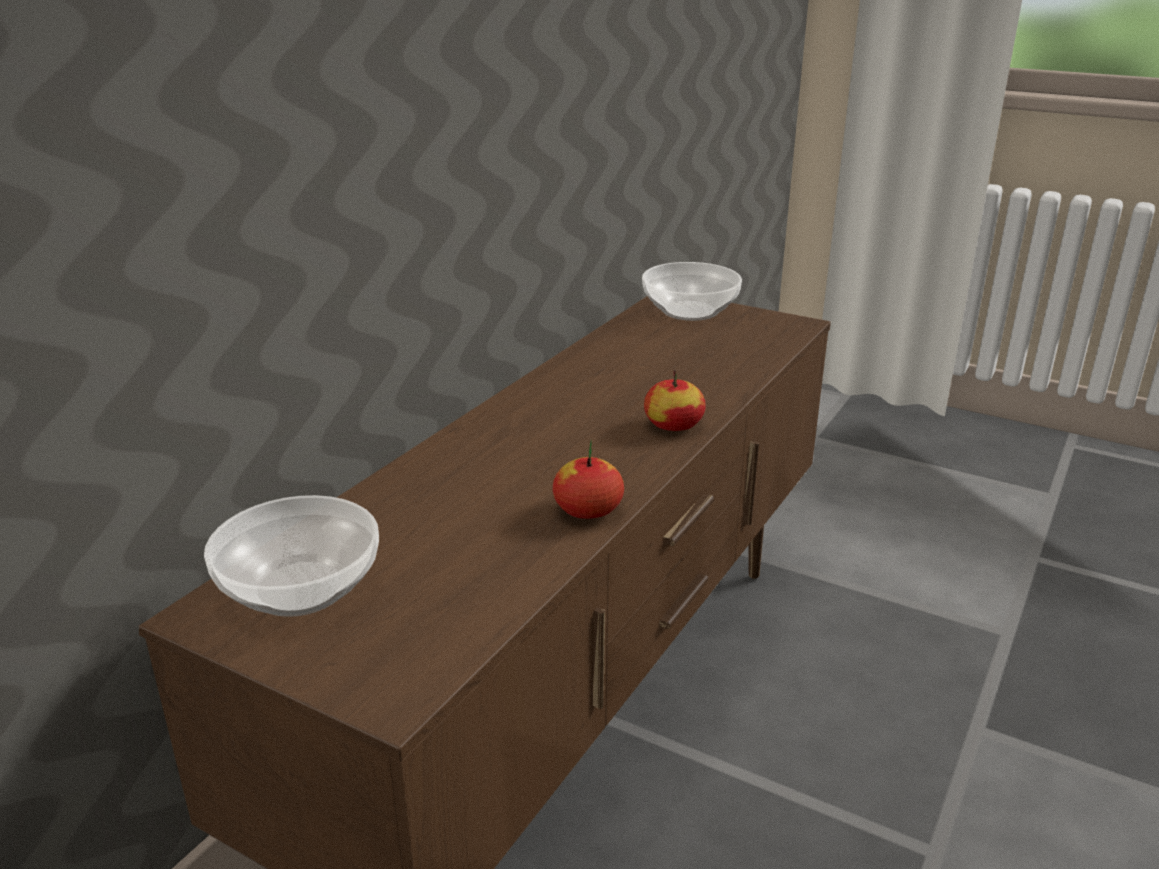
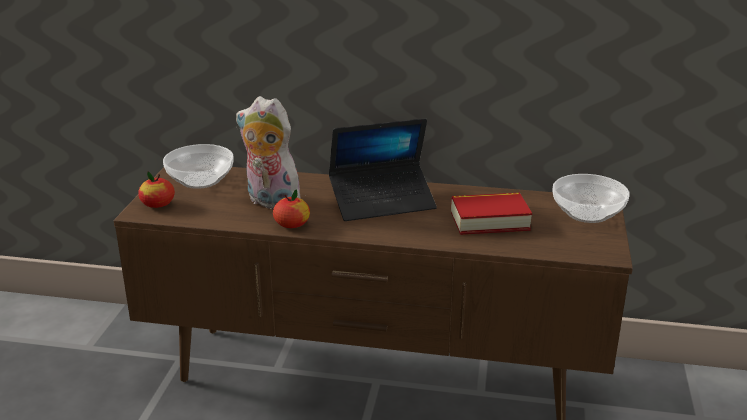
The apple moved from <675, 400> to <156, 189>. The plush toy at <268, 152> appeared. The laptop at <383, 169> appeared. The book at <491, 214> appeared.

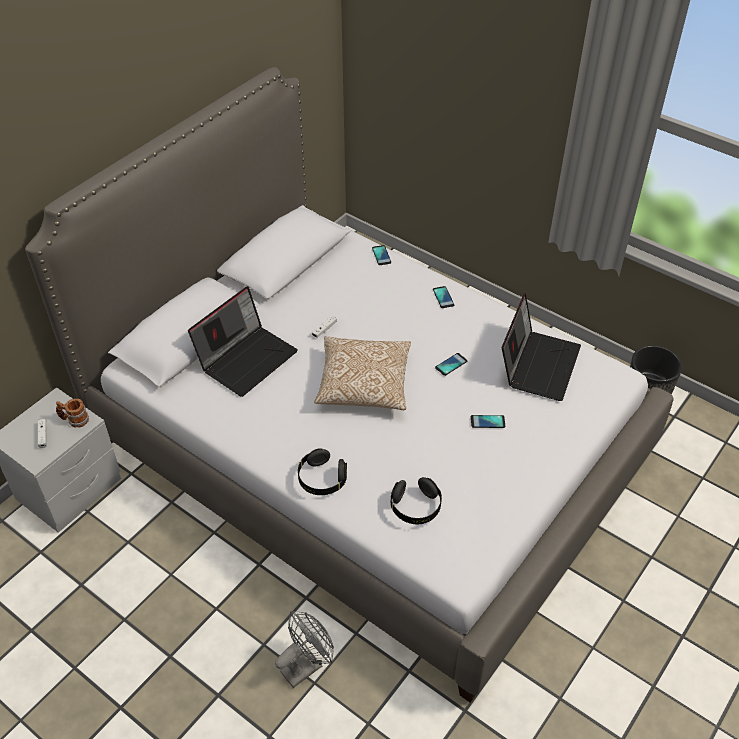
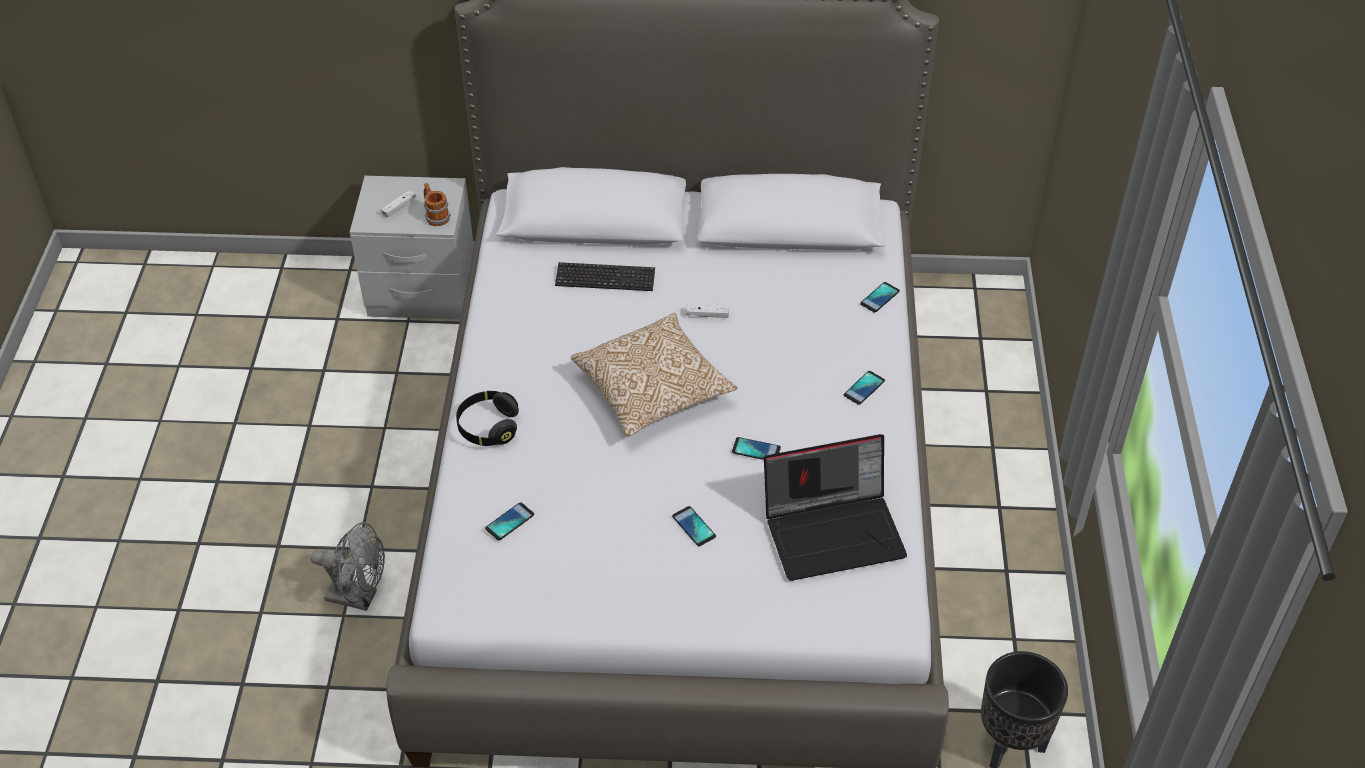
The laptop at <243, 341> was replaced by the keyboard at <605, 276>. The headphones in black at <416, 500> was replaced by the phone at <509, 521>.

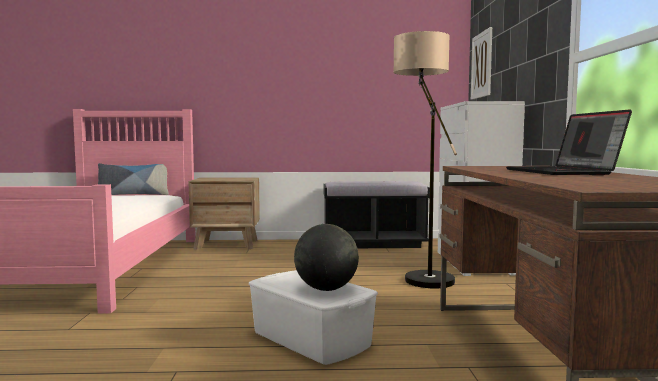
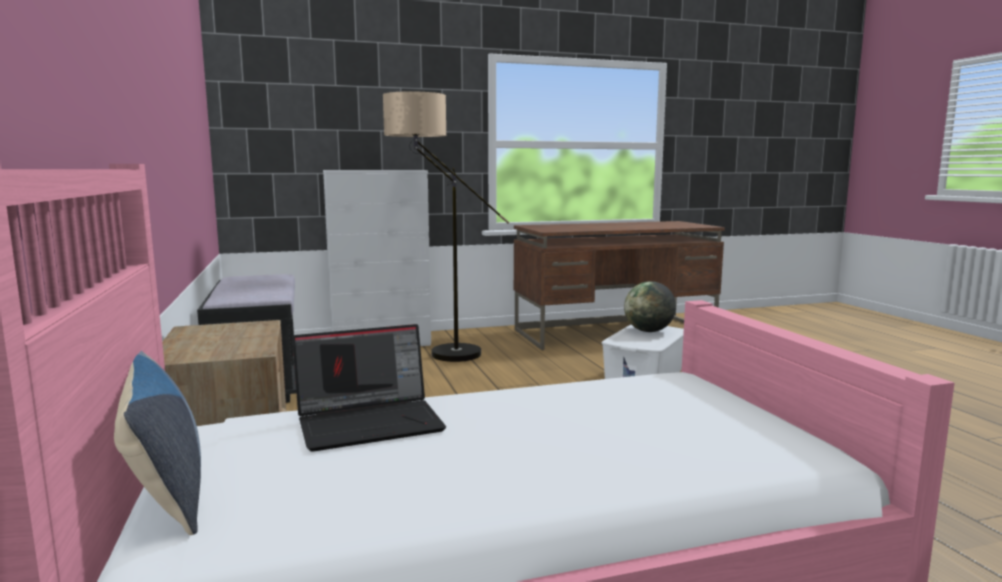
The picture at <481, 63> disappeared. The laptop moved from <569, 142> to <369, 388>.

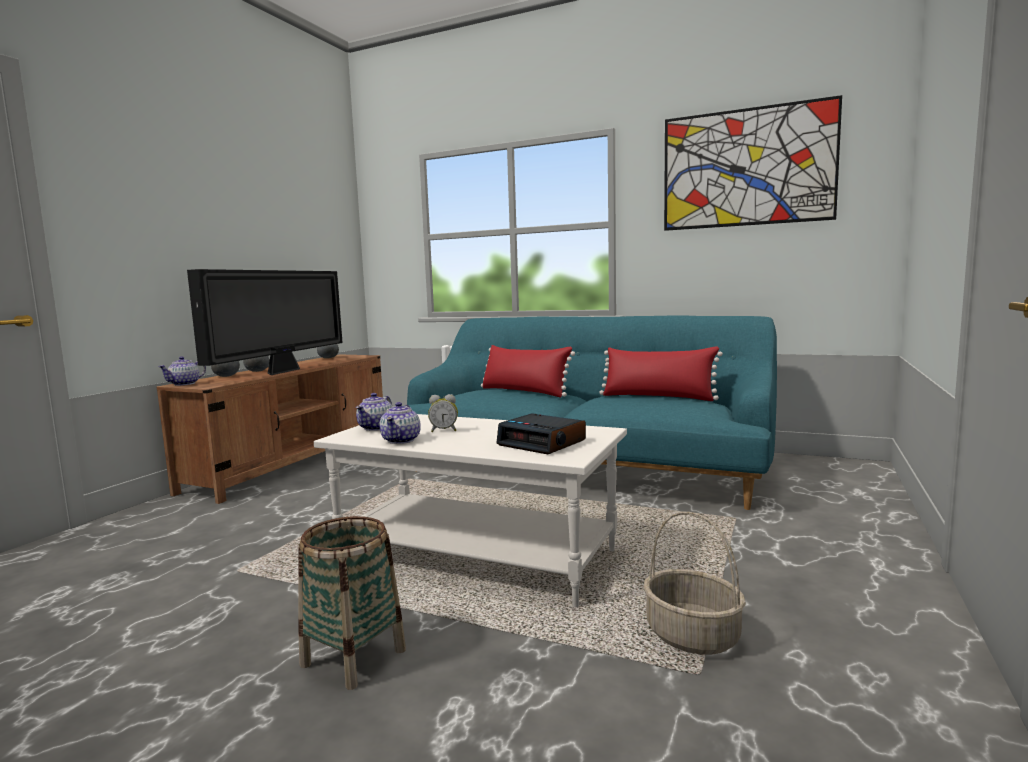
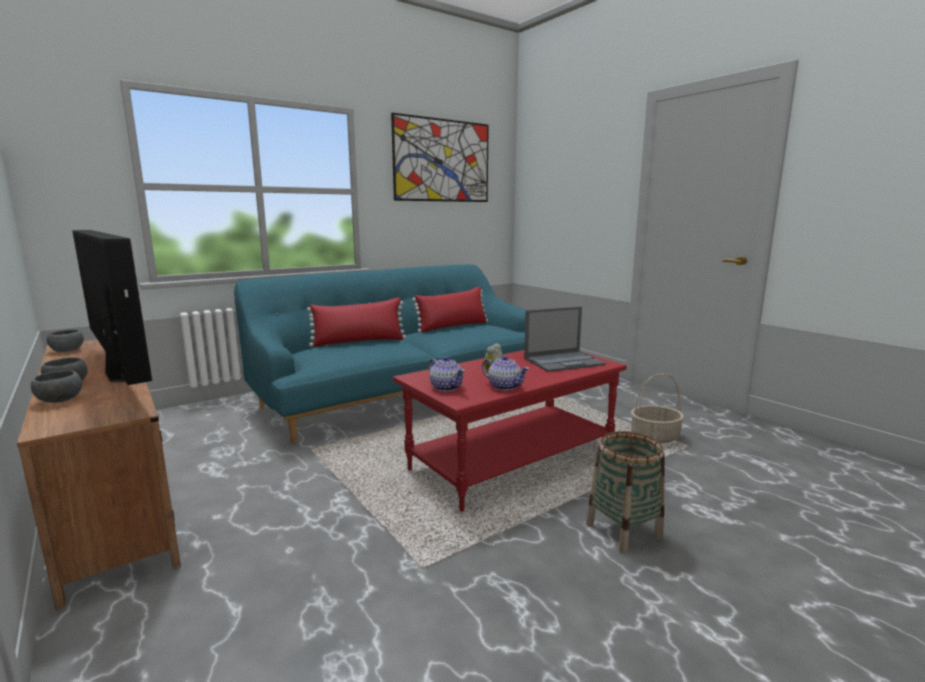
The teapot at <182, 371> disappeared. The alarm clock at <541, 433> was replaced by the laptop at <565, 339>. The coffee table in white at <470, 510> became the coffee table in red at <510, 431>.

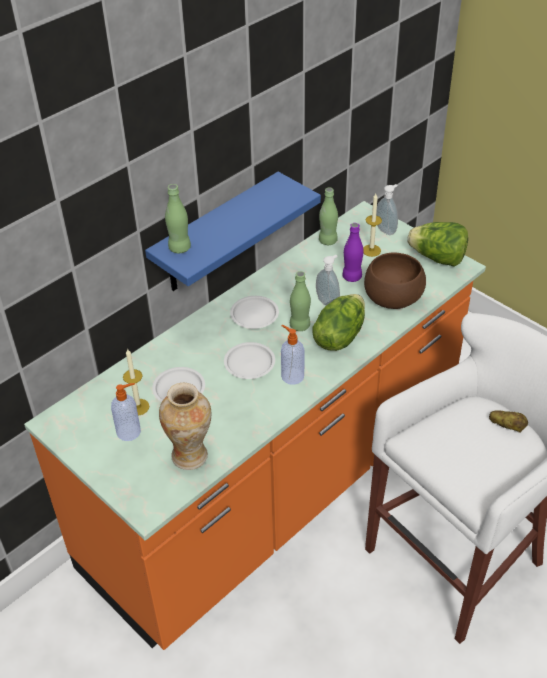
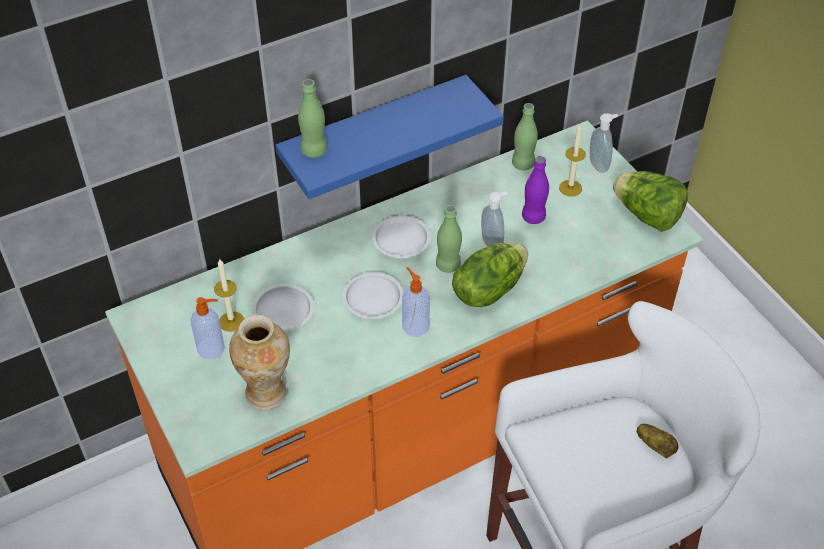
The bowl in brown at <395, 281> disappeared.

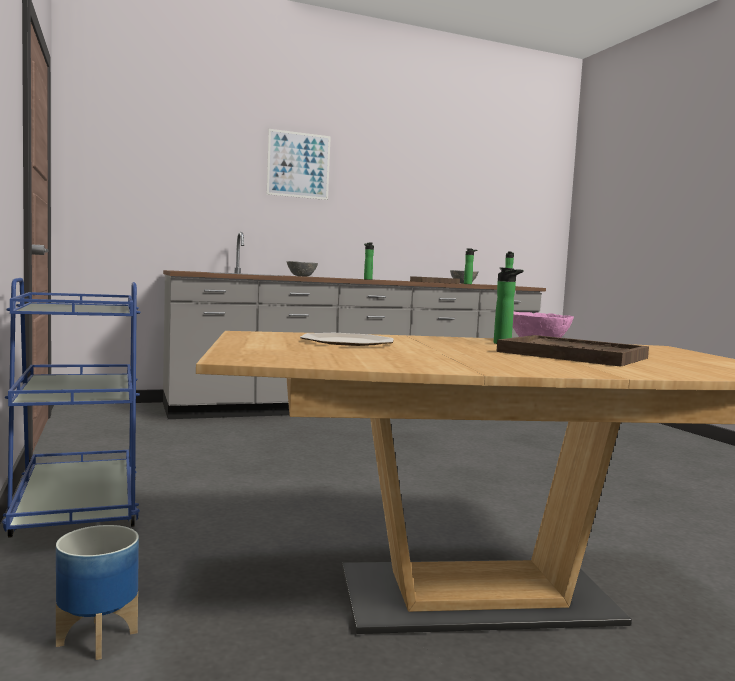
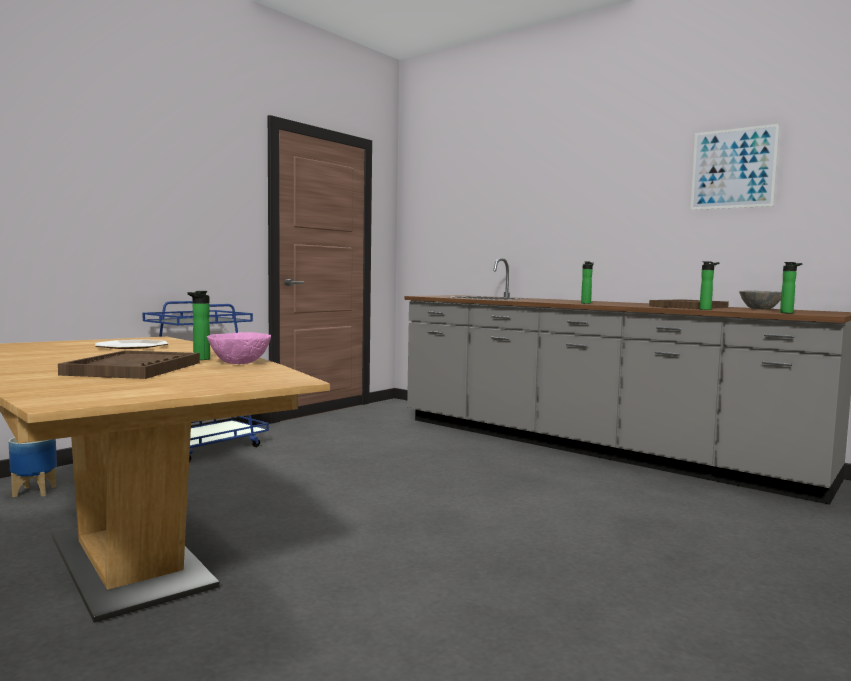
The picture moved from <299, 164> to <734, 167>. The bowl in grey at <302, 268> disappeared.

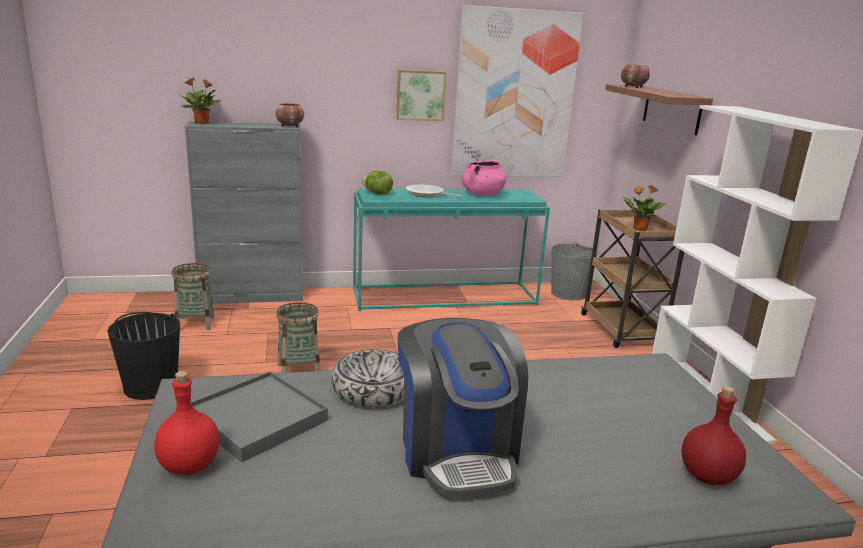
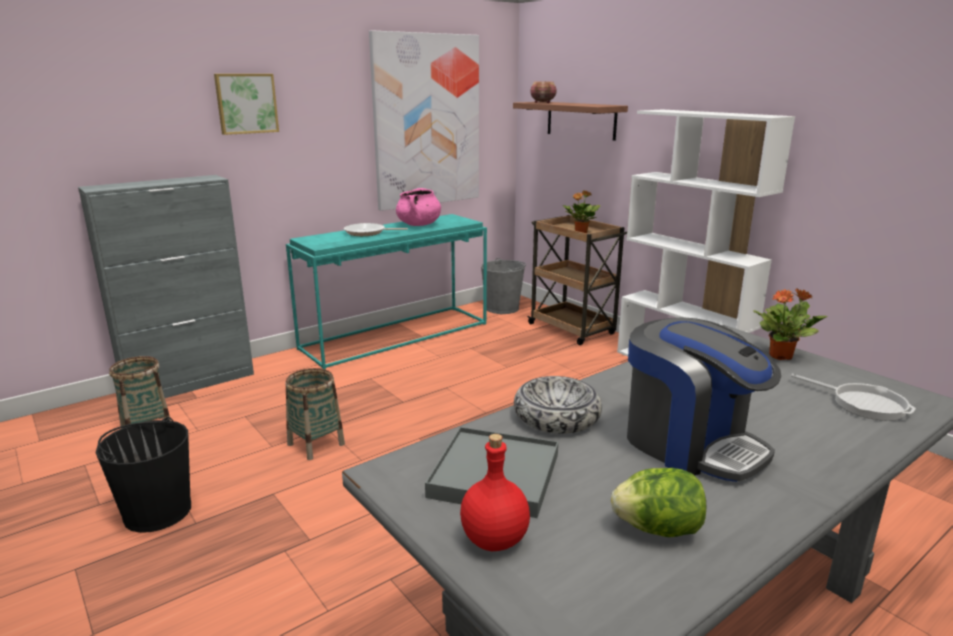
The picture moved from <421, 95> to <246, 104>. The potted plant moved from <200, 101> to <790, 324>. The bowl at <290, 115> disappeared. The lettuce moved from <377, 183> to <659, 502>. The bottle in red at <714, 435> was replaced by the frying pan at <853, 397>.

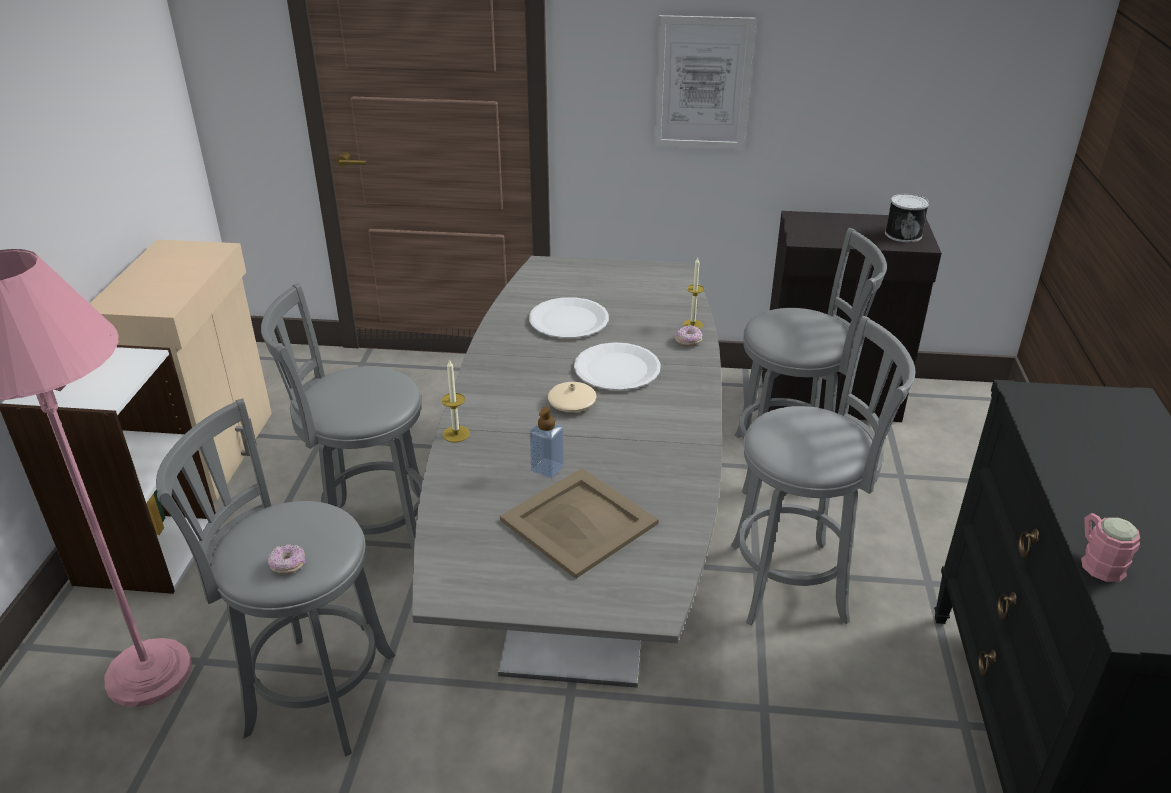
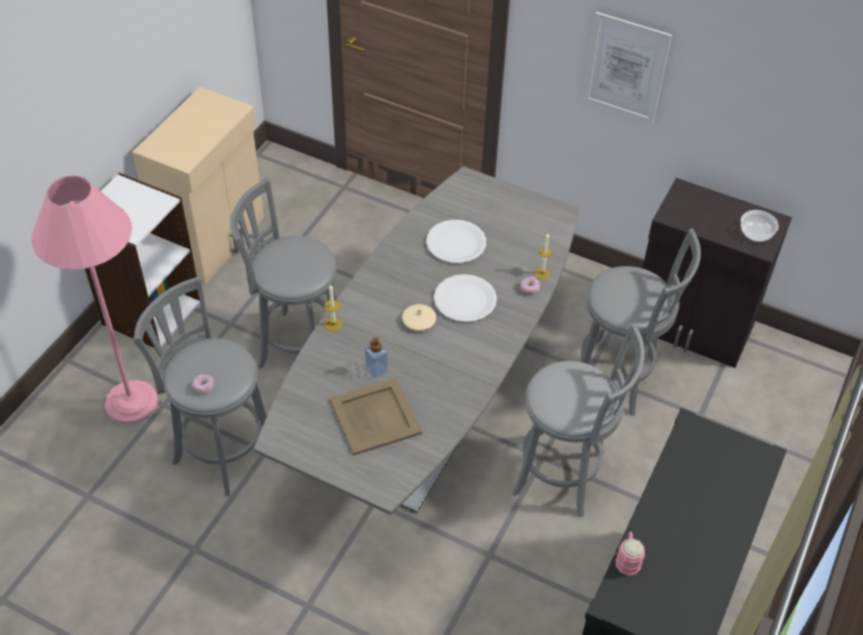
The can at <907, 217> was replaced by the bowl at <760, 226>.

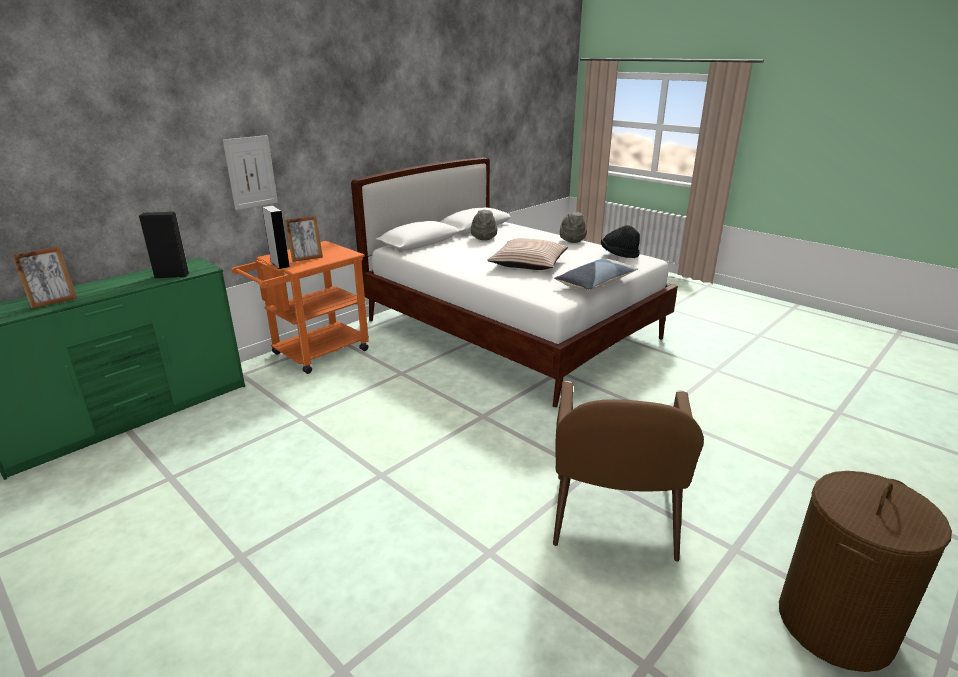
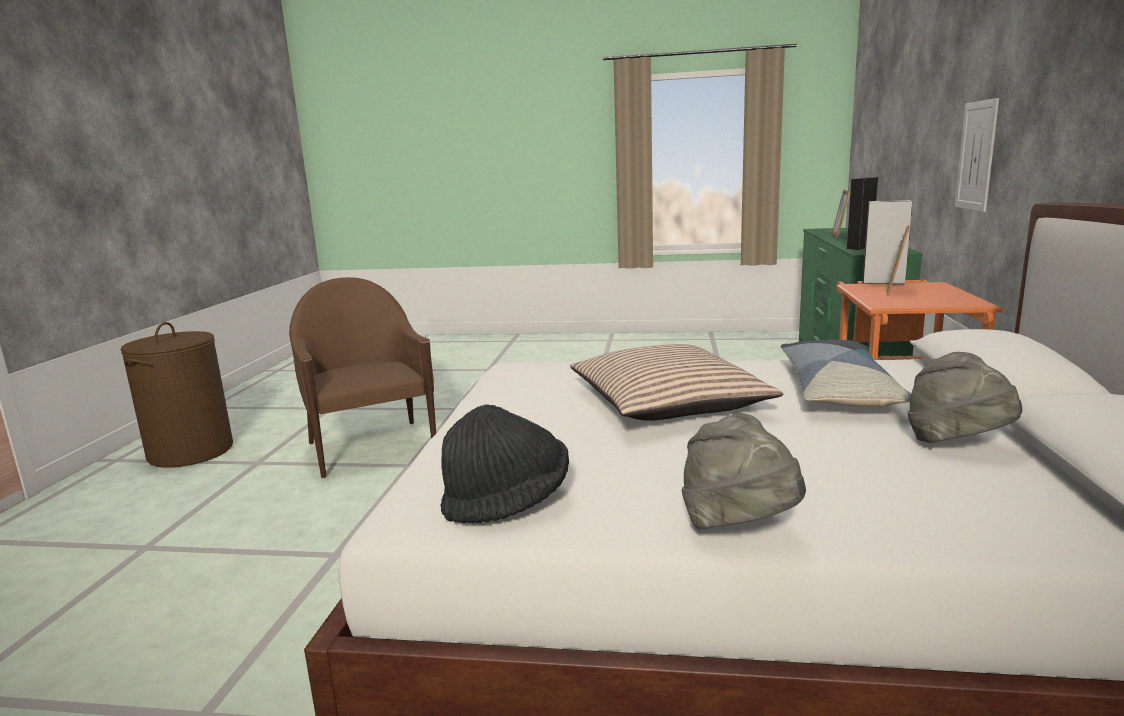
The pillow moved from <596, 274> to <846, 374>.

